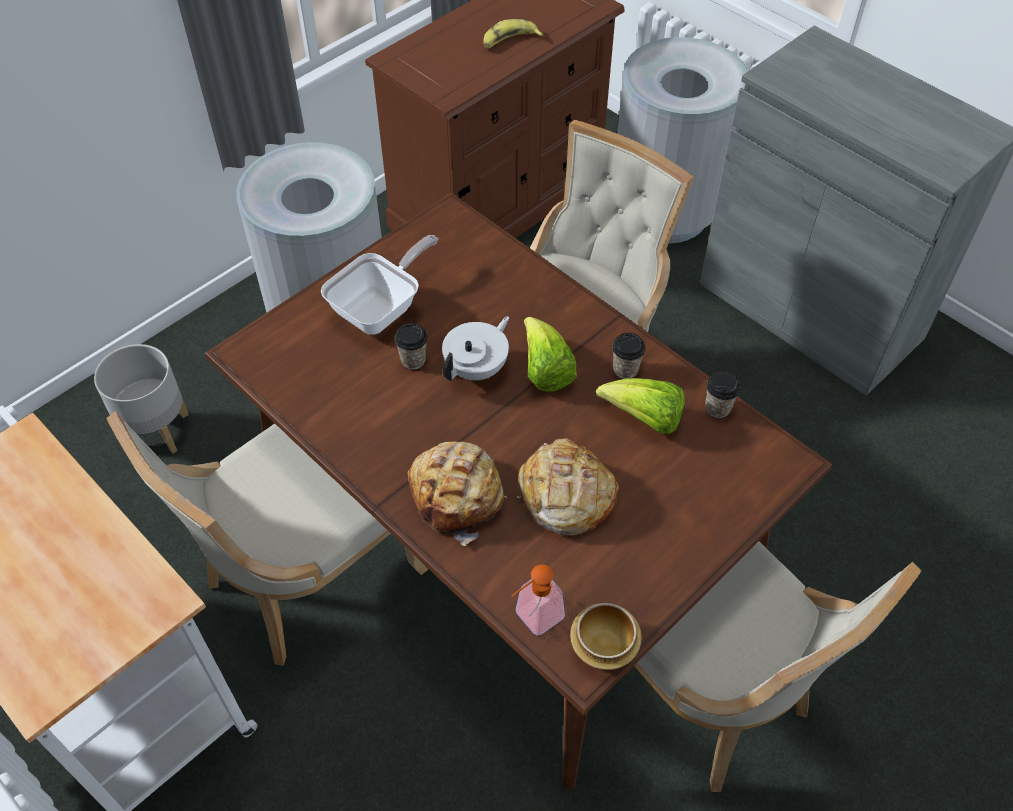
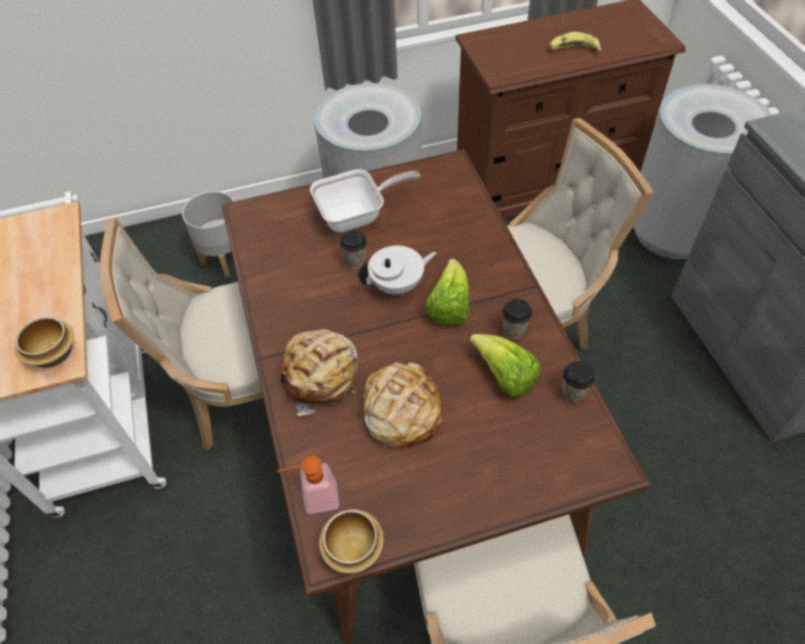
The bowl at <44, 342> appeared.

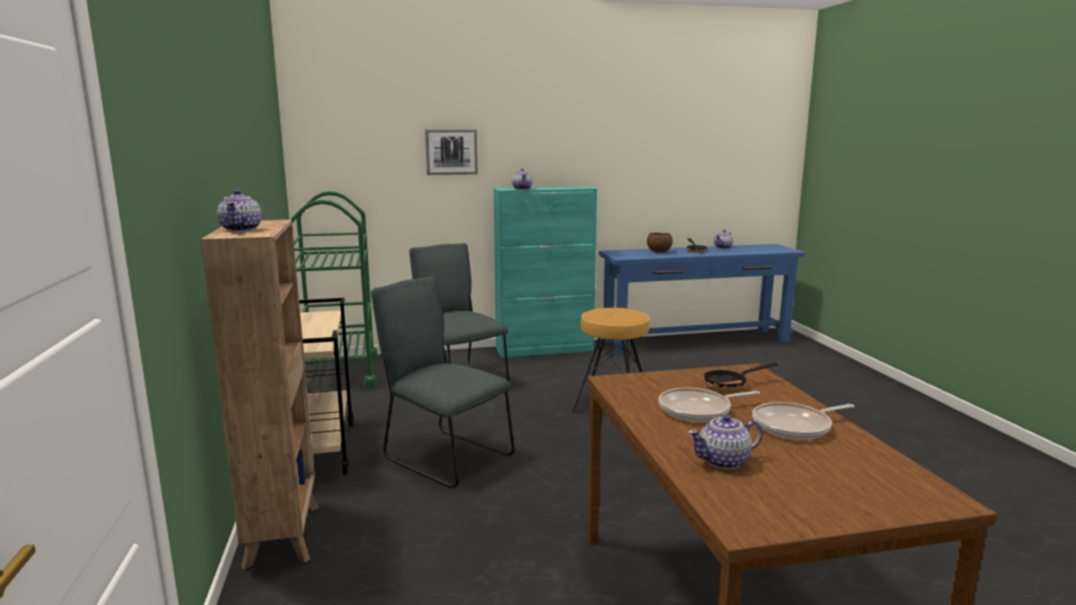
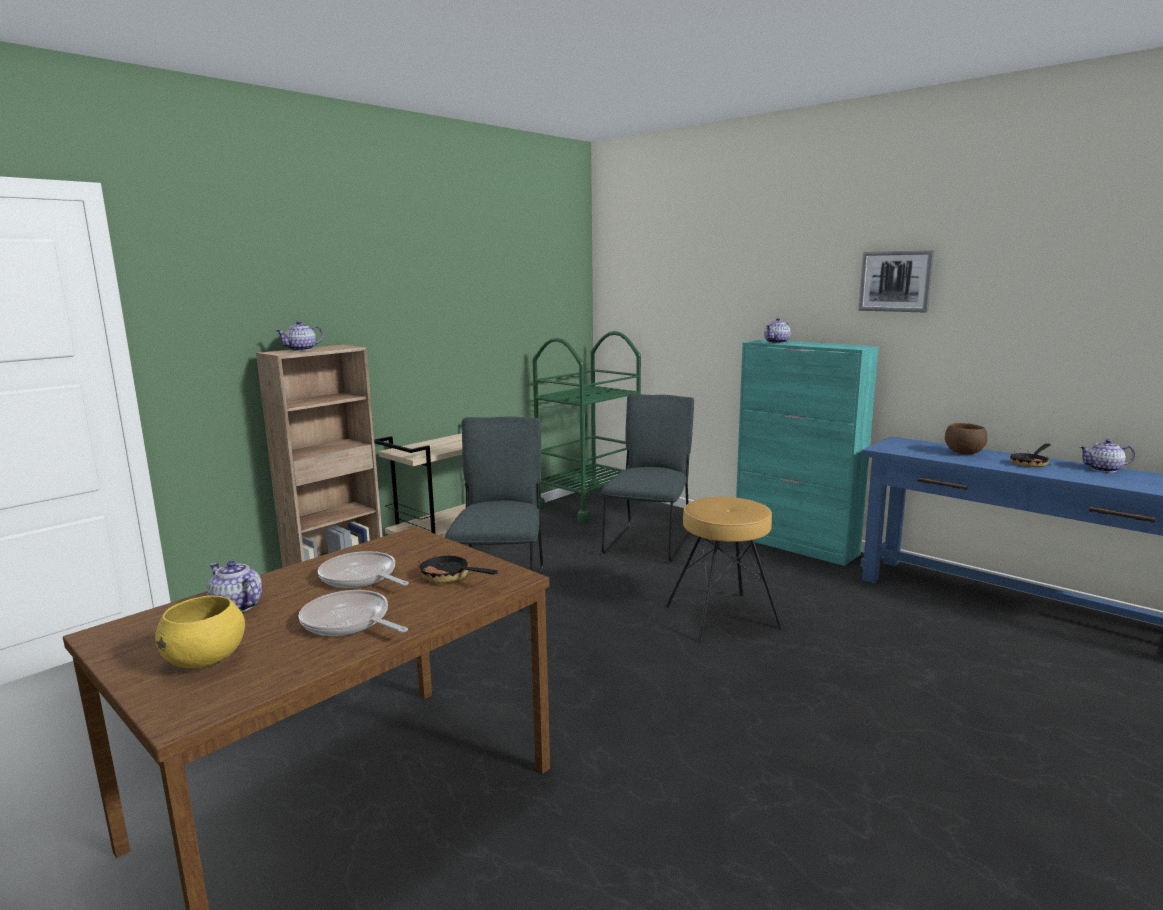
The picture moved from <451, 152> to <896, 281>. The bowl in yellow at <200, 632> appeared.

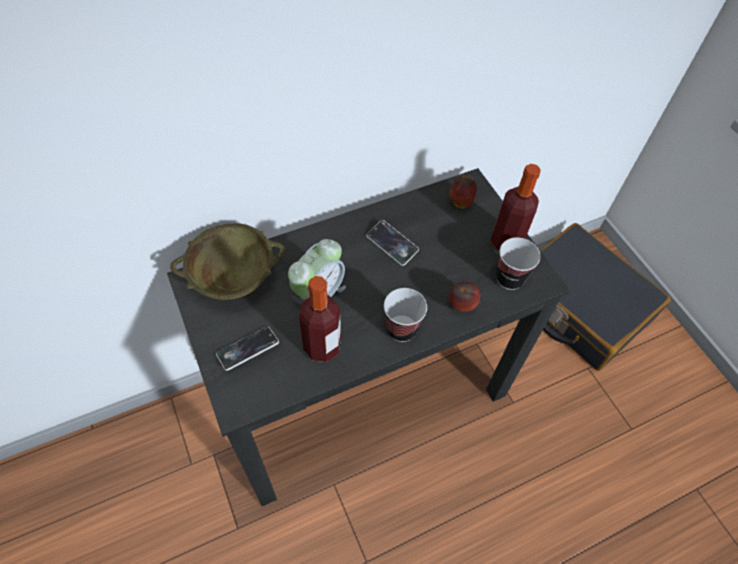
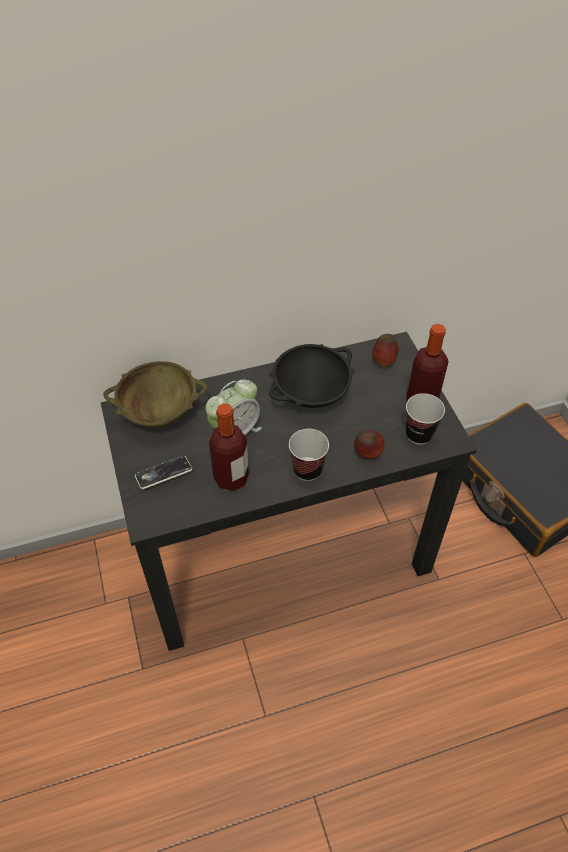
The phone at <392, 243> was replaced by the bowl in black at <312, 376>.

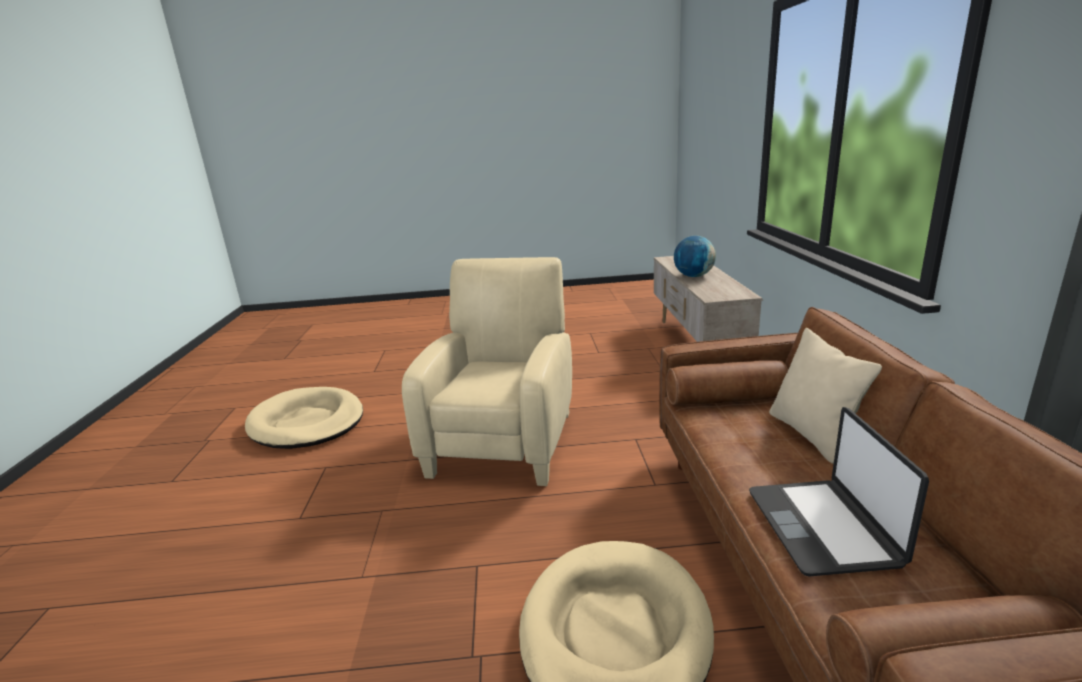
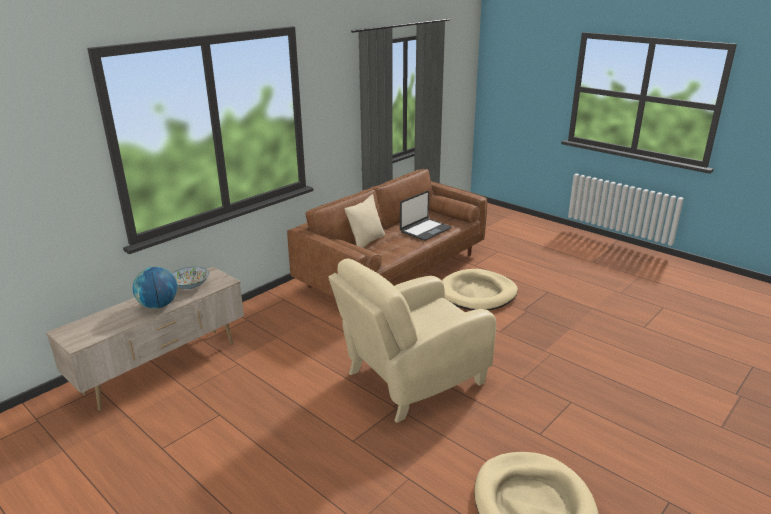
The bowl at <190, 278> appeared.

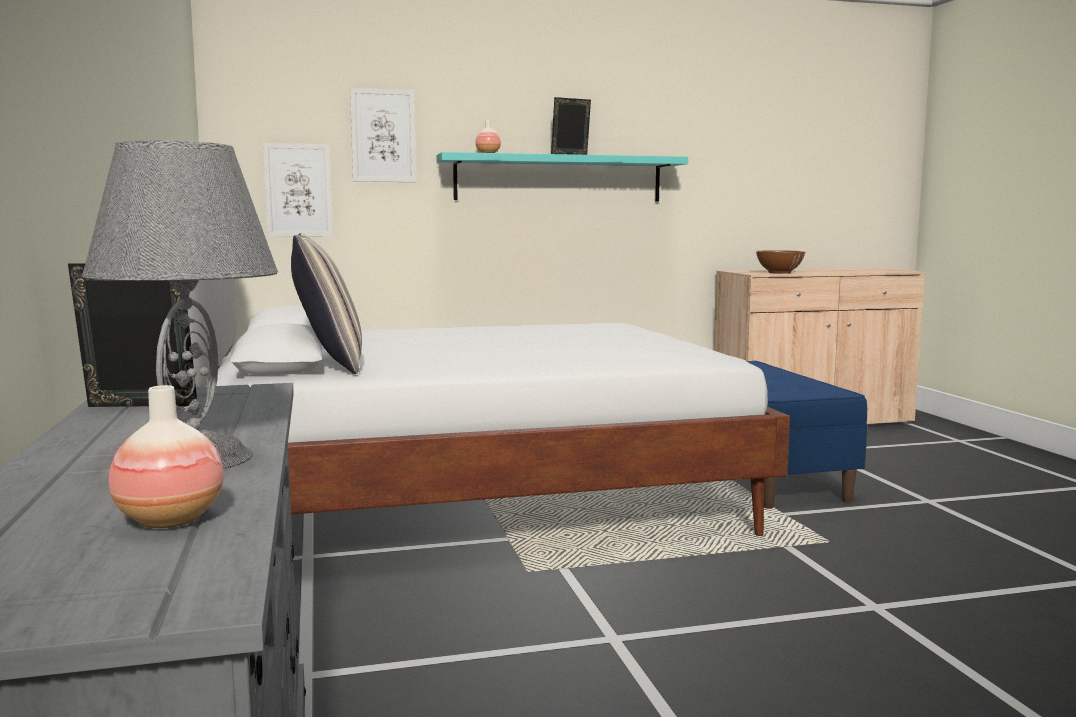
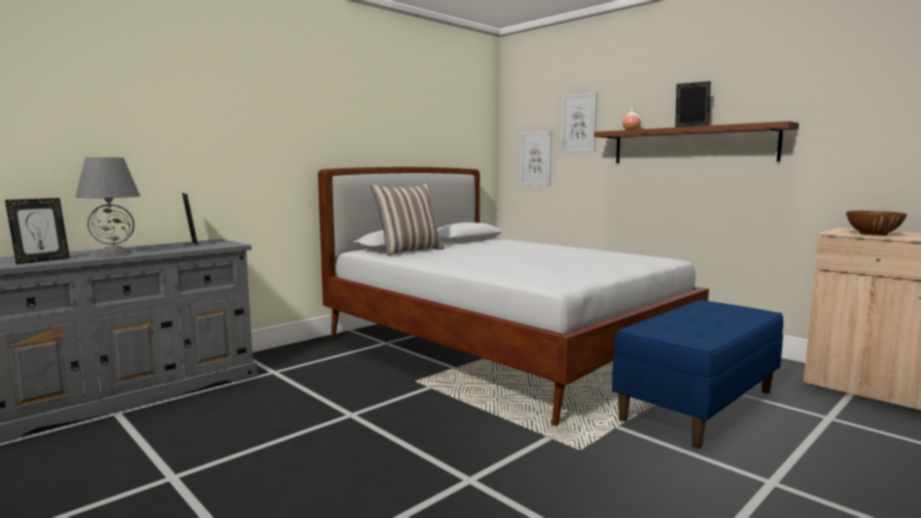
The shelf in turquoise at <562, 176> became the shelf in brown at <696, 142>. The vase at <166, 456> was replaced by the picture frame at <37, 231>.

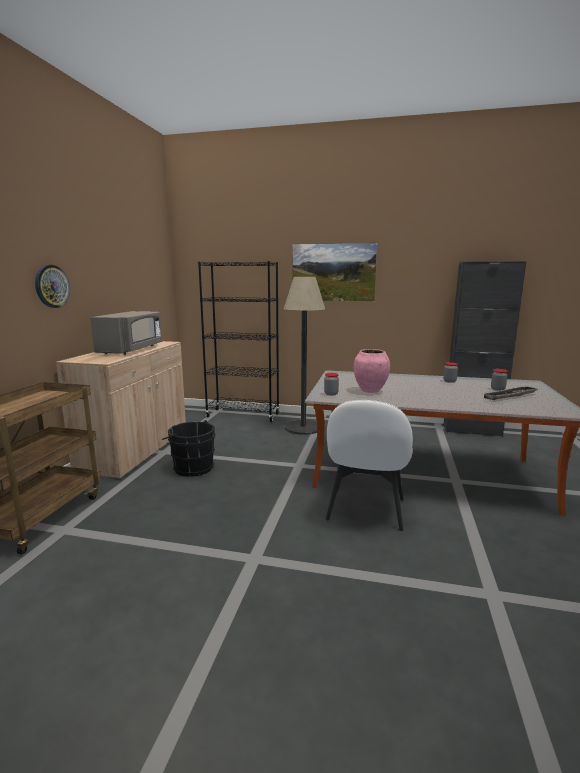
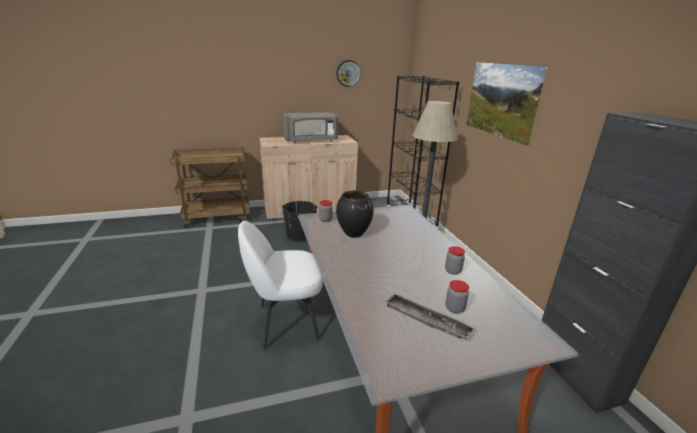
The wall clock moved from <52, 286> to <348, 73>. The vase in pink at <372, 371> became the vase in black at <355, 214>.

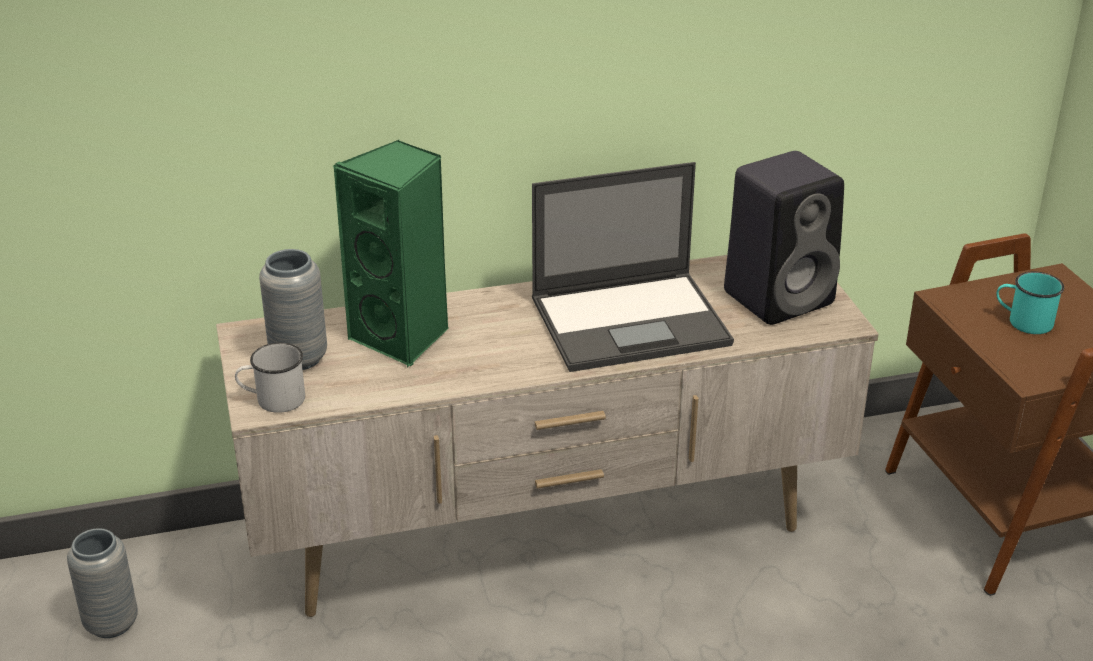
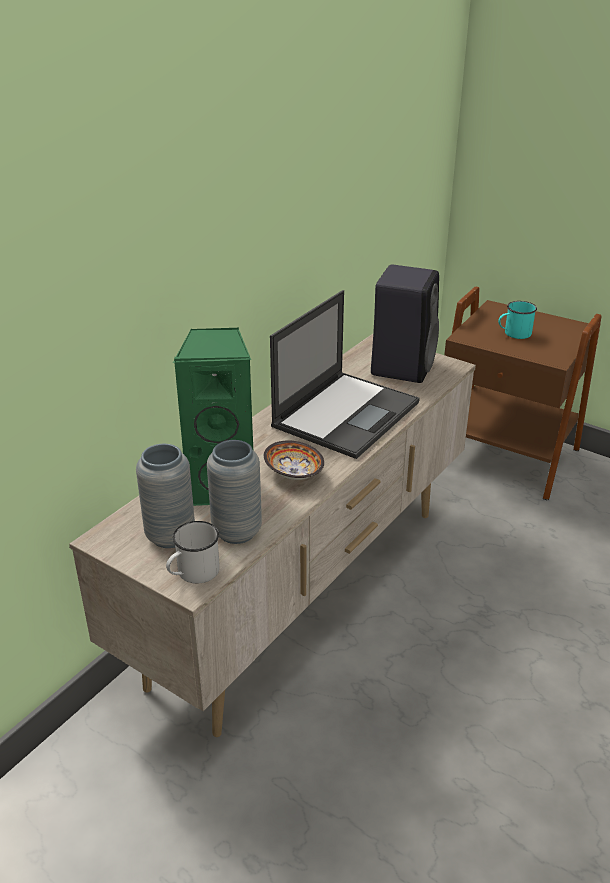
The vase in grey moved from <102, 583> to <234, 492>. The bowl at <294, 460> appeared.

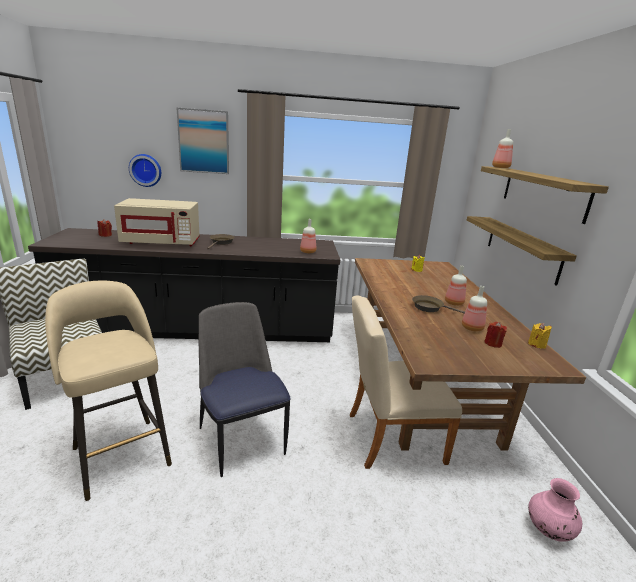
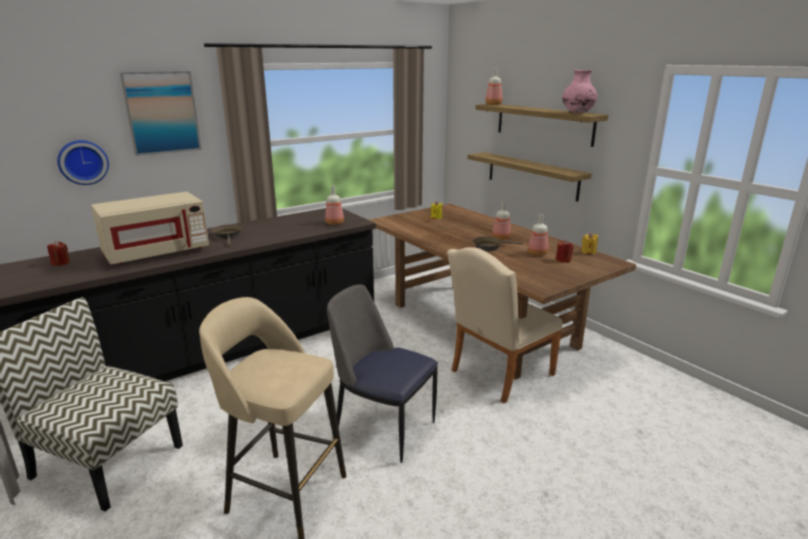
The vase in pink moved from <555, 510> to <579, 91>.

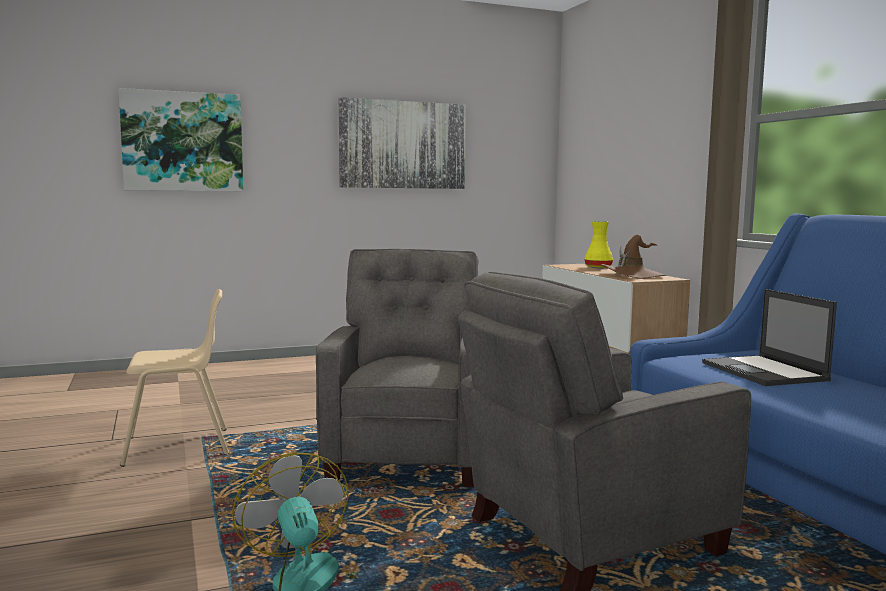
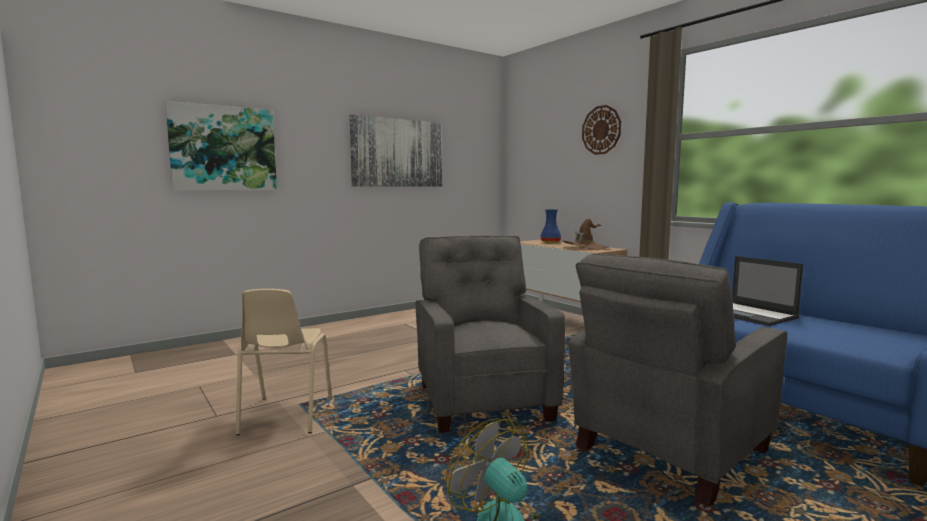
The vase in yellow at <598, 244> became the vase in blue at <550, 226>. The chair in beige at <174, 378> turned 120 degrees clockwise. The wall clock at <601, 130> appeared.

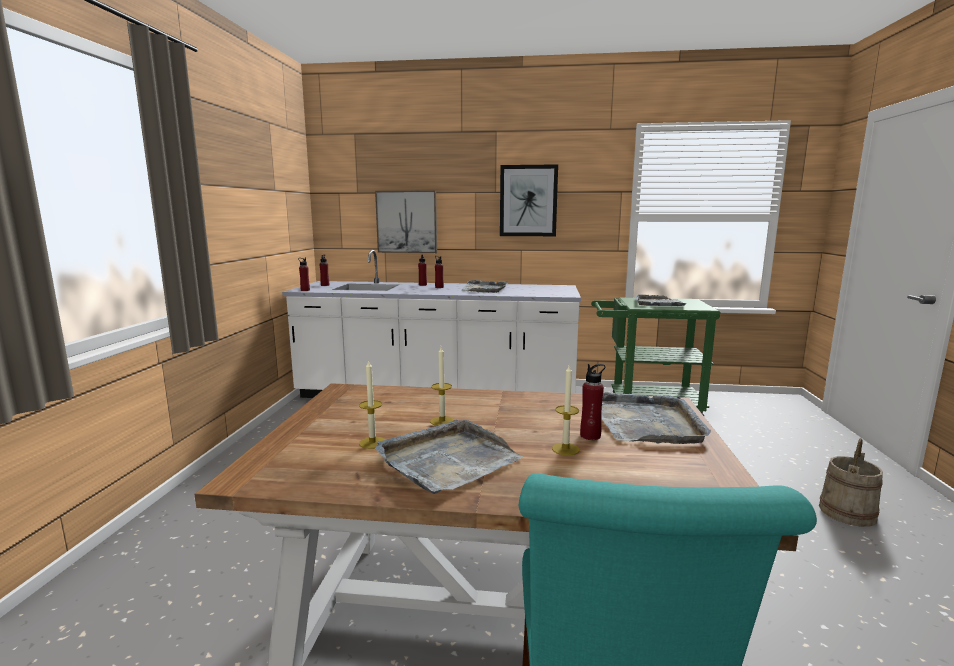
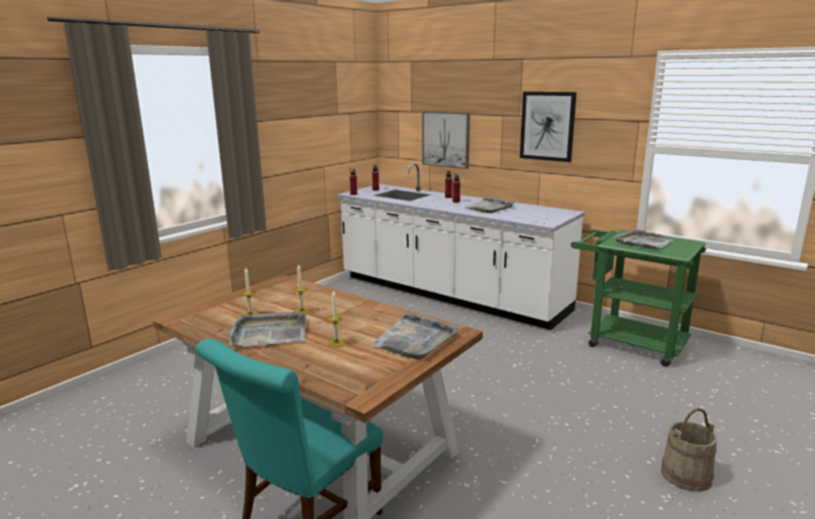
The bottle in red at <593, 402> disappeared.

